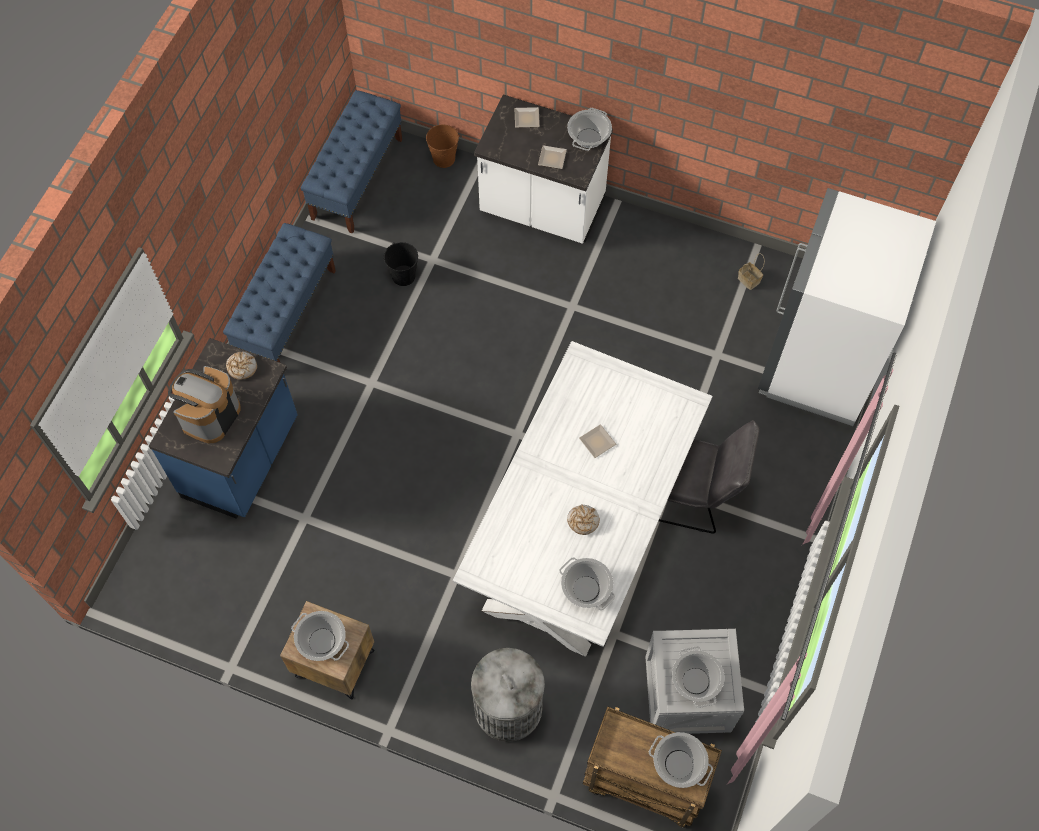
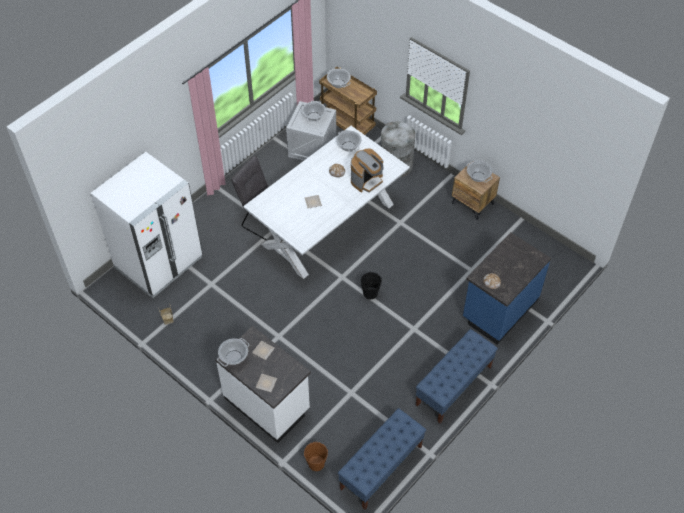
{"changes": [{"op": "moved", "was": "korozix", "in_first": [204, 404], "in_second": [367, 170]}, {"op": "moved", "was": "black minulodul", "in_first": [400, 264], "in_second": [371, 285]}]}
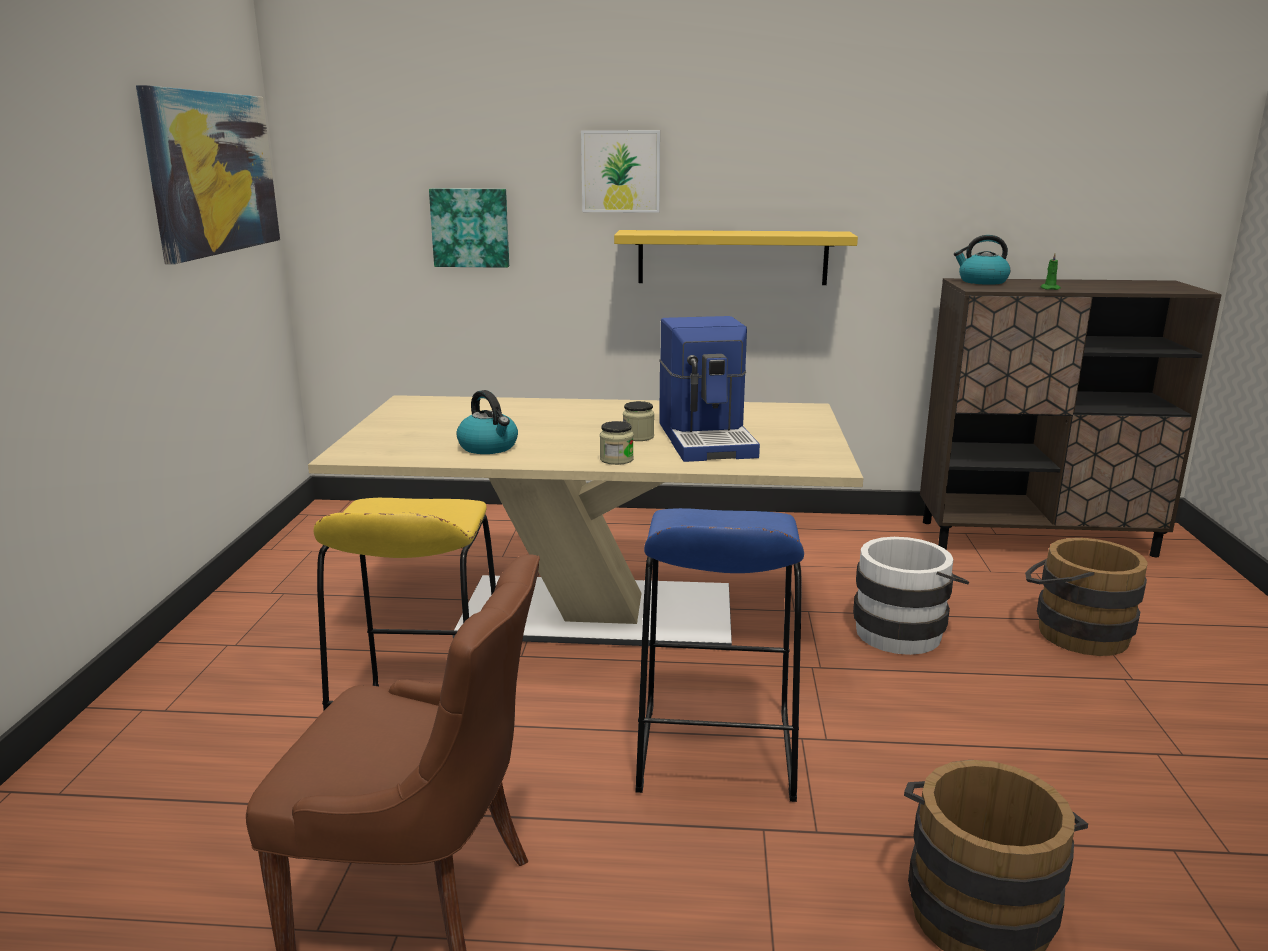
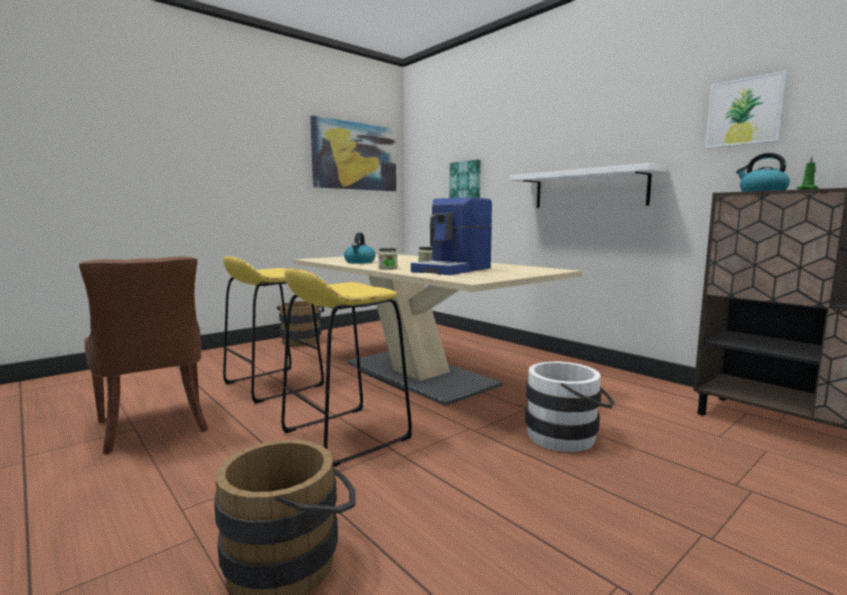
{"changes": [{"op": "moved", "was": "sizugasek", "in_first": [620, 171], "in_second": [746, 109]}, {"op": "moved", "was": "brown minulodul", "in_first": [1086, 597], "in_second": [300, 323]}, {"op": "recoloured", "was": "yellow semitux", "now": "white semitux", "in_first": [736, 257], "in_second": [588, 185]}, {"op": "recoloured", "was": "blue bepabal", "now": "yellow bepabal", "in_first": [720, 655], "in_second": [346, 367]}]}
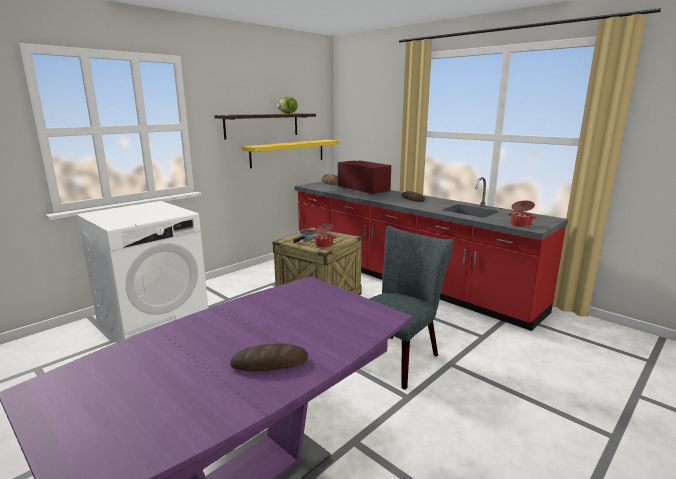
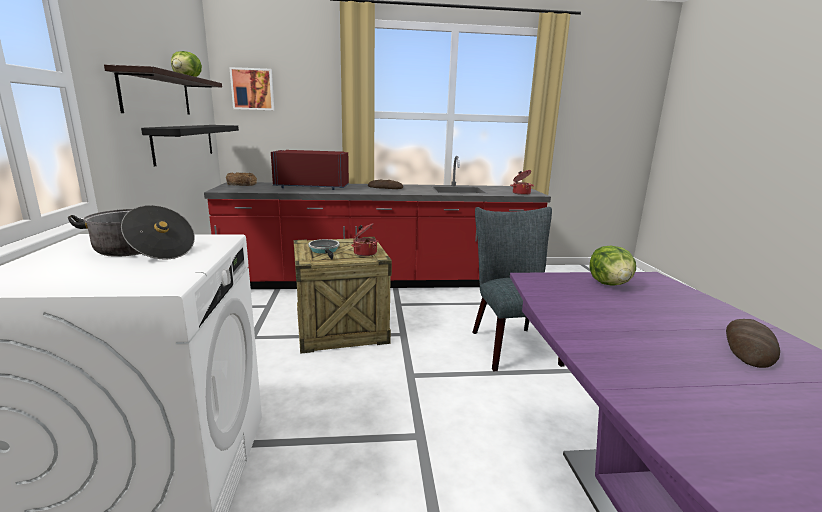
{"changes": [{"op": "added", "now": "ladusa", "in_second": [131, 232]}, {"op": "added", "now": "sizugasek", "in_second": [251, 88]}, {"op": "added", "now": "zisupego", "in_second": [613, 266]}, {"op": "recoloured", "was": "yellow semitux", "now": "black semitux", "in_first": [291, 154], "in_second": [190, 145]}]}
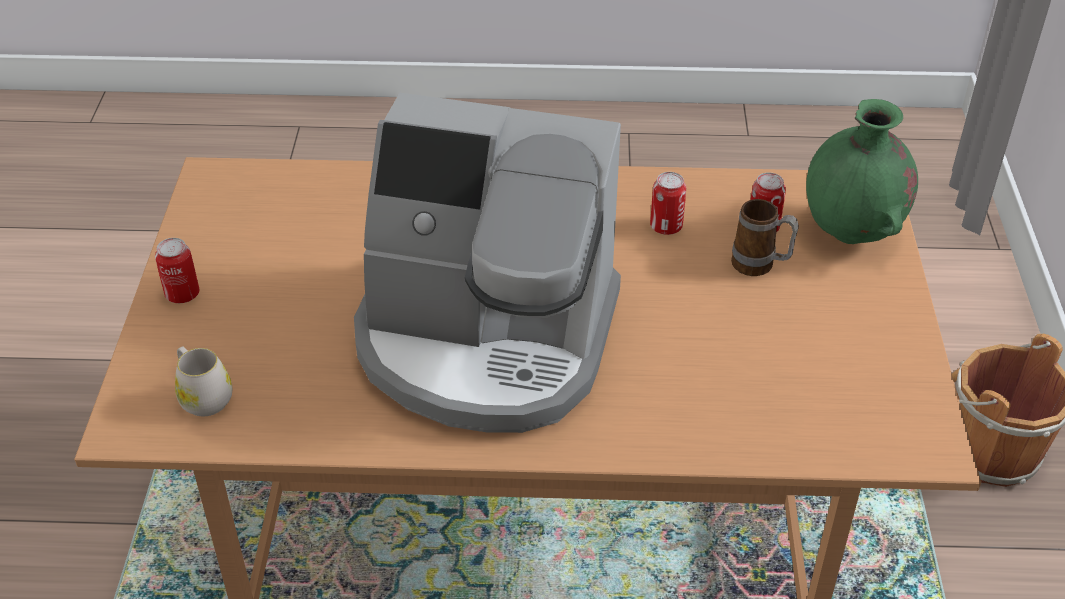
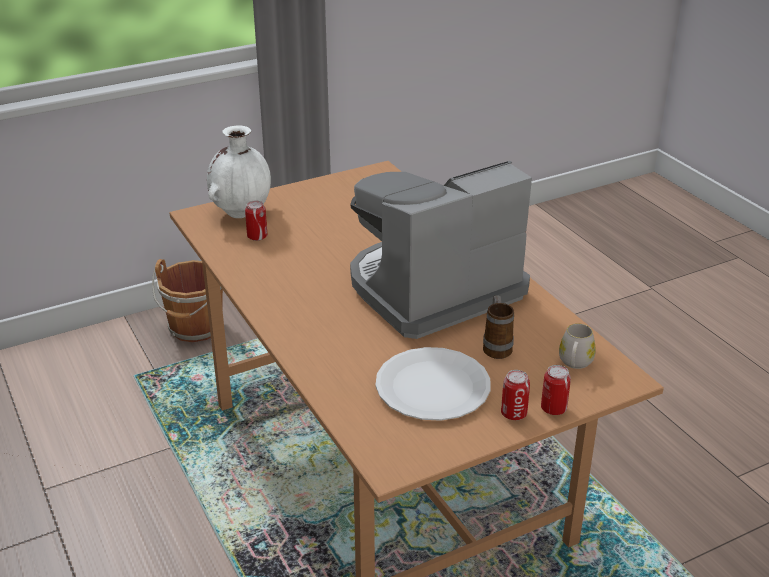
{"changes": [{"op": "added", "now": "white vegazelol", "in_second": [433, 384]}, {"op": "moved", "was": "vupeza", "in_first": [668, 203], "in_second": [556, 390]}, {"op": "moved", "was": "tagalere", "in_first": [765, 237], "in_second": [498, 327]}, {"op": "recoloured", "was": "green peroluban", "now": "white peroluban", "in_first": [862, 171], "in_second": [239, 171]}, {"op": "turned", "was": "korozix", "in_first": [487, 263], "in_second": [441, 250], "clockwise": -105}]}
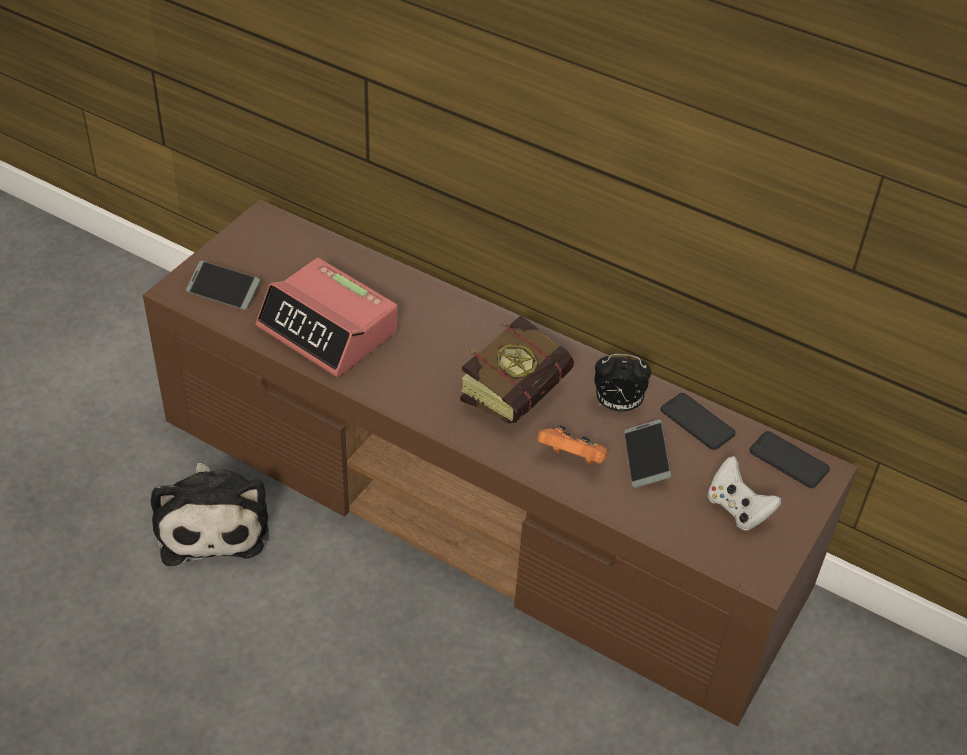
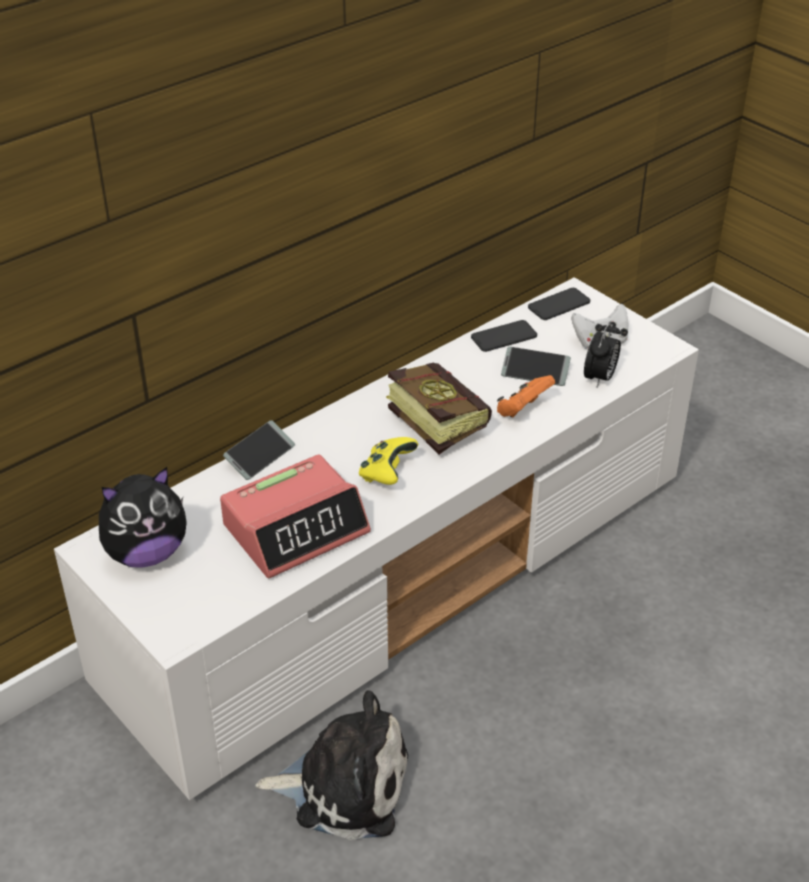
{"changes": [{"op": "added", "now": "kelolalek", "in_second": [143, 517]}, {"op": "added", "now": "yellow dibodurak", "in_second": [388, 461]}, {"op": "moved", "was": "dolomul", "in_first": [223, 285], "in_second": [259, 450]}, {"op": "moved", "was": "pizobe", "in_first": [622, 382], "in_second": [602, 354]}, {"op": "recoloured", "was": "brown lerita", "now": "white lerita", "in_first": [500, 463], "in_second": [376, 538]}]}
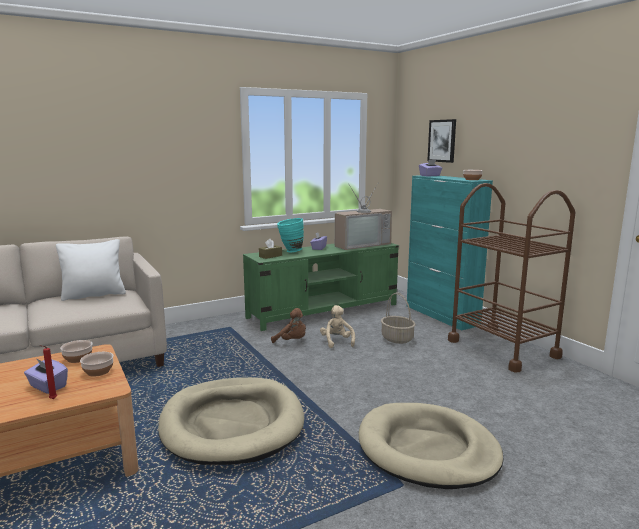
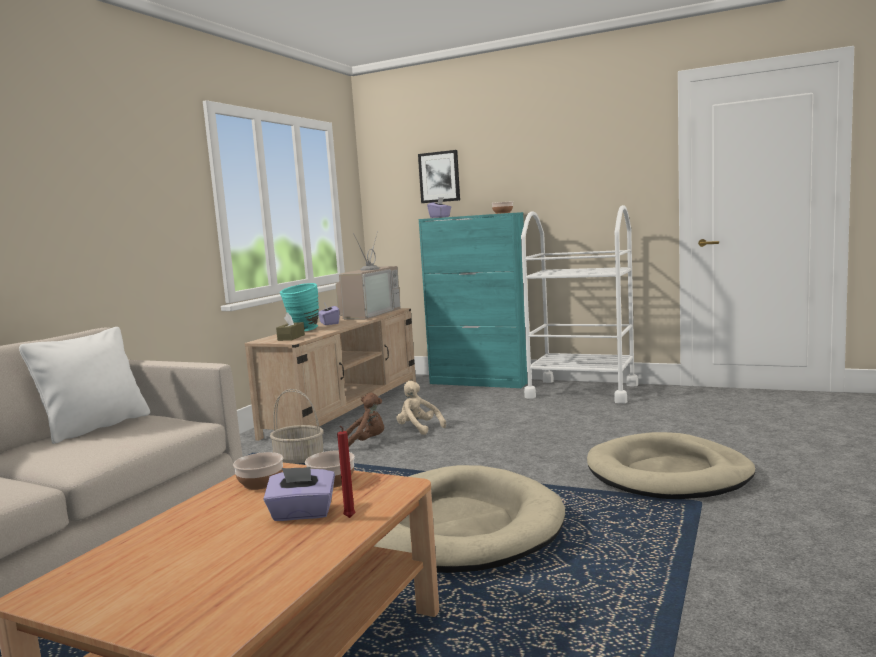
{"changes": [{"op": "moved", "was": "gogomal", "in_first": [398, 318], "in_second": [297, 426]}, {"op": "recoloured", "was": "green lerita", "now": "beige lerita", "in_first": [321, 287], "in_second": [330, 374]}, {"op": "recoloured", "was": "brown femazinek", "now": "white femazinek", "in_first": [512, 278], "in_second": [579, 304]}]}
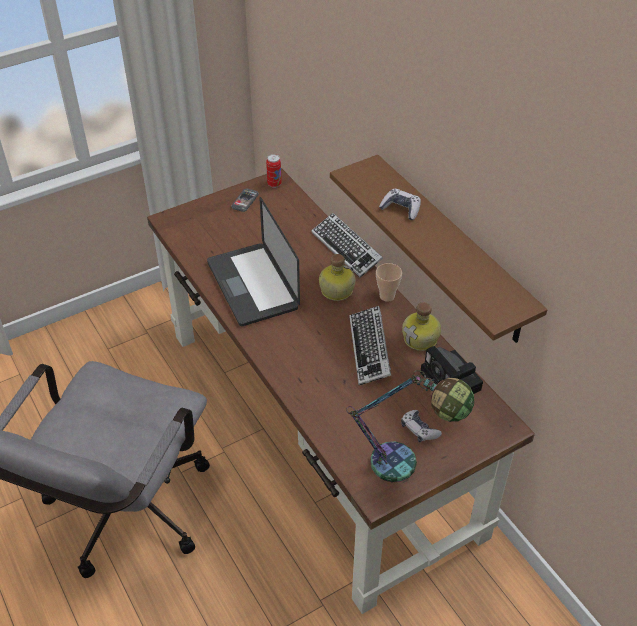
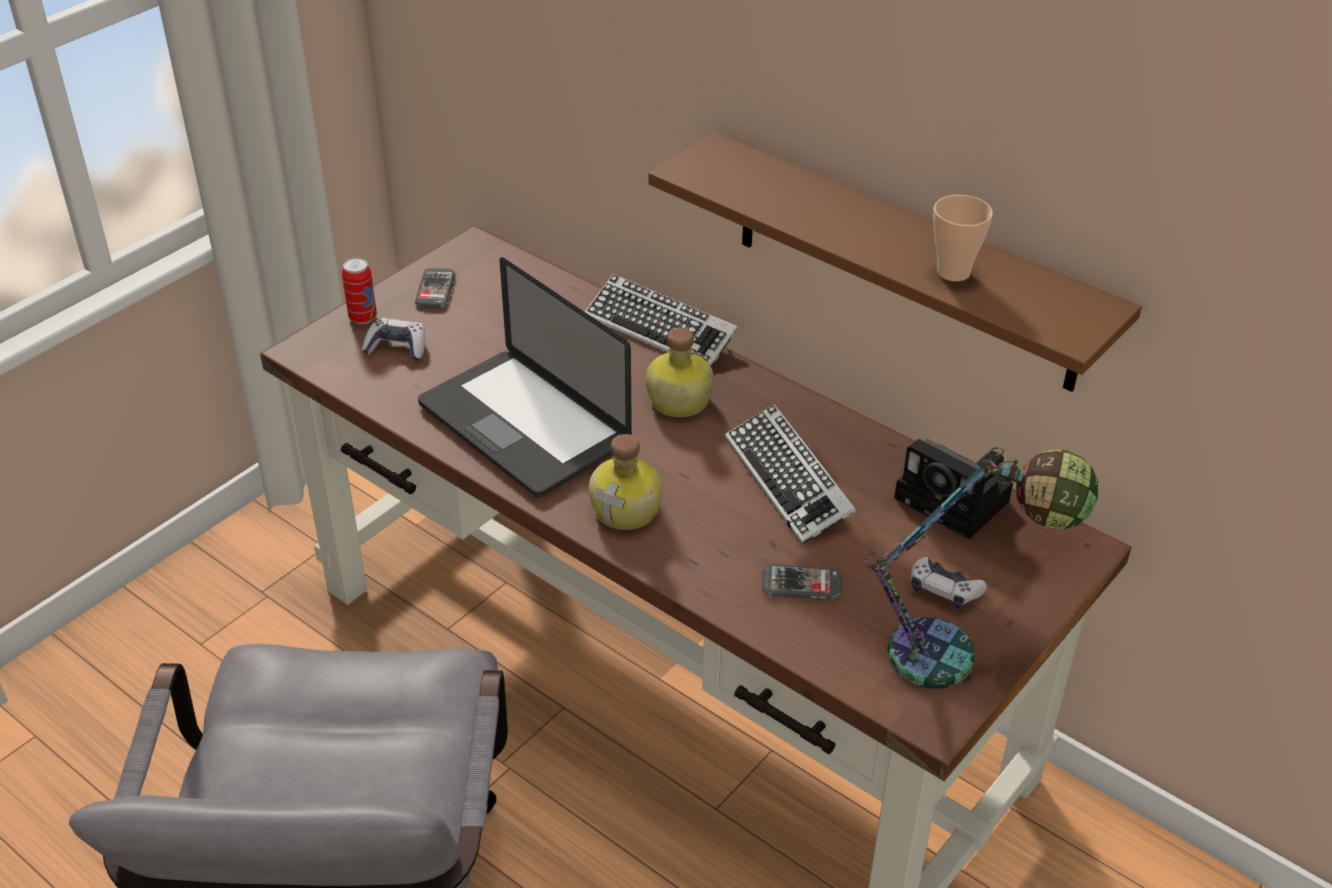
{"changes": [{"op": "added", "now": "dolomul", "in_second": [801, 582]}, {"op": "moved", "was": "vupeza", "in_first": [274, 171], "in_second": [359, 291]}, {"op": "moved", "was": "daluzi", "in_first": [389, 282], "in_second": [963, 238]}, {"op": "moved", "was": "dibodurak", "in_first": [400, 204], "in_second": [393, 339]}, {"op": "moved", "was": "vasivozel", "in_first": [421, 326], "in_second": [626, 482]}]}
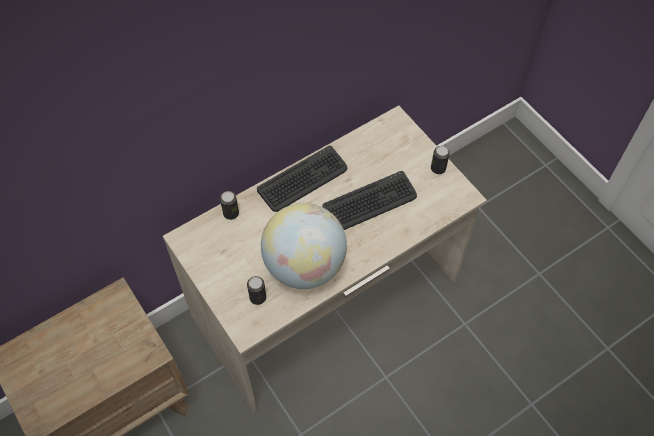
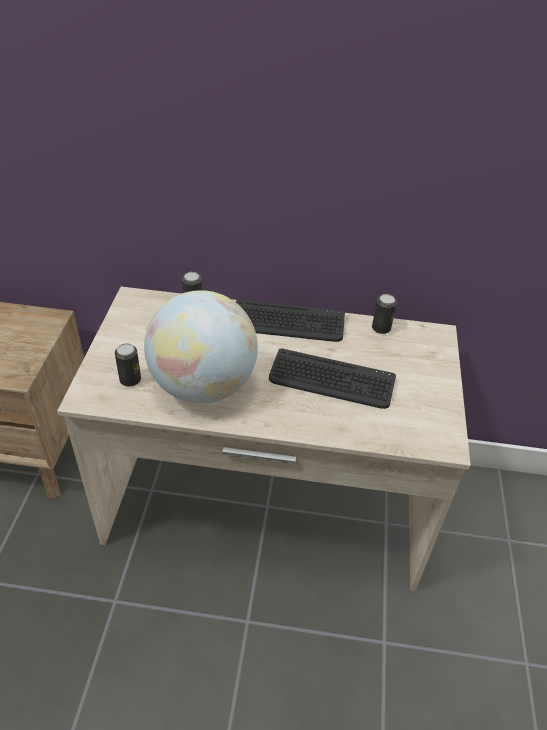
{"changes": [{"op": "moved", "was": "vupeza", "in_first": [440, 160], "in_second": [384, 314]}]}
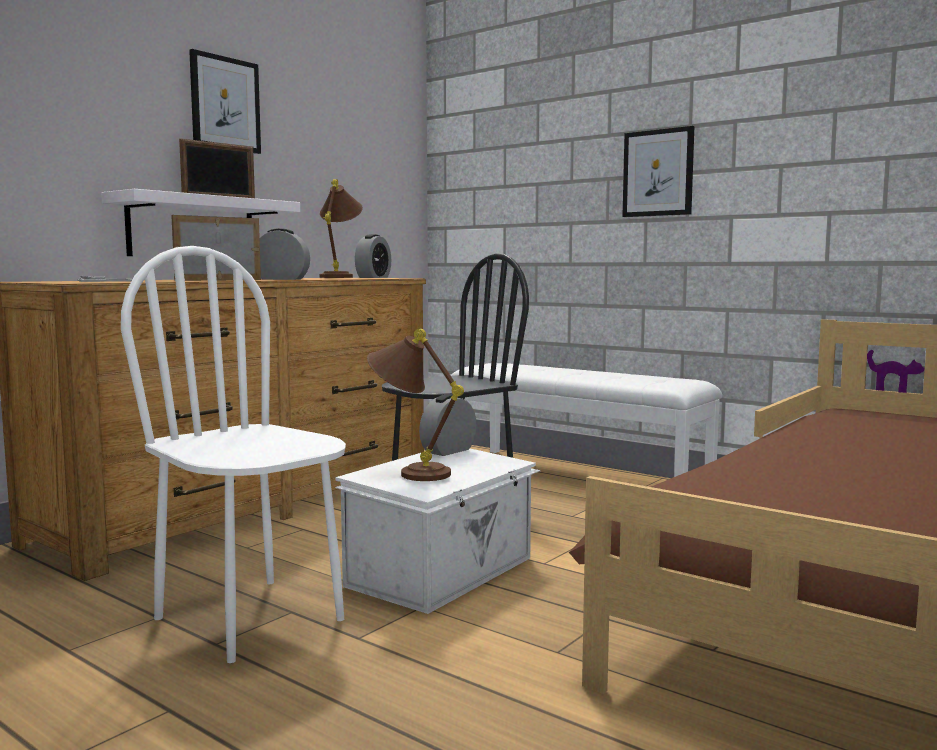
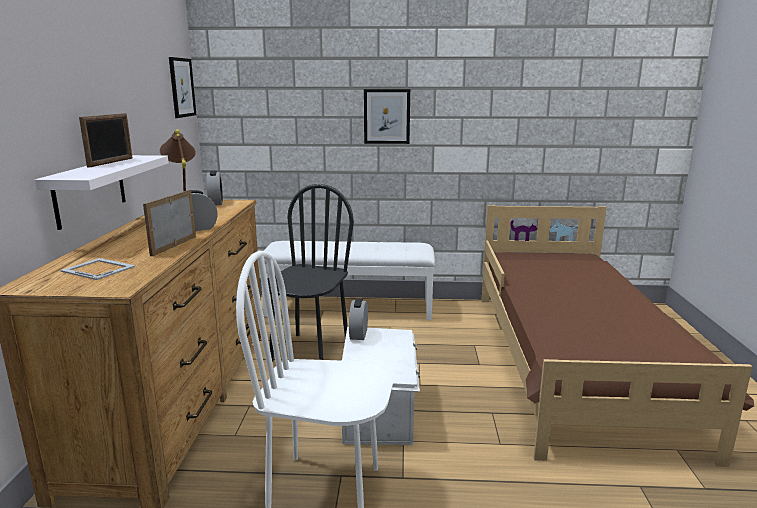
{"changes": [{"op": "removed", "was": "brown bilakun", "in_first": [415, 405]}, {"op": "moved", "was": "sizugasek", "in_first": [225, 101], "in_second": [182, 87]}]}
